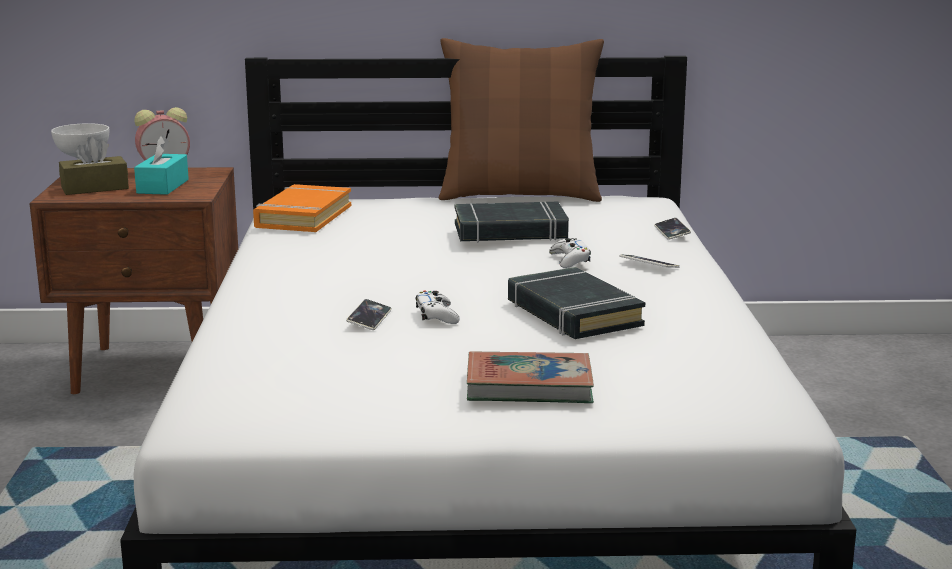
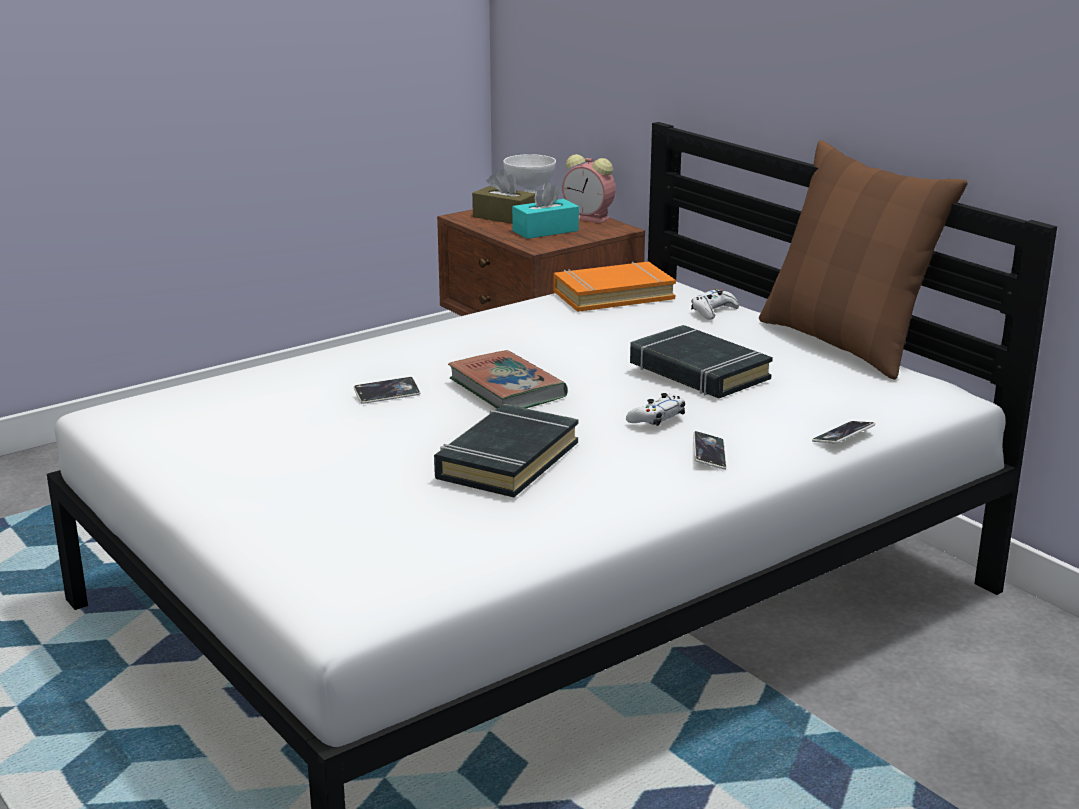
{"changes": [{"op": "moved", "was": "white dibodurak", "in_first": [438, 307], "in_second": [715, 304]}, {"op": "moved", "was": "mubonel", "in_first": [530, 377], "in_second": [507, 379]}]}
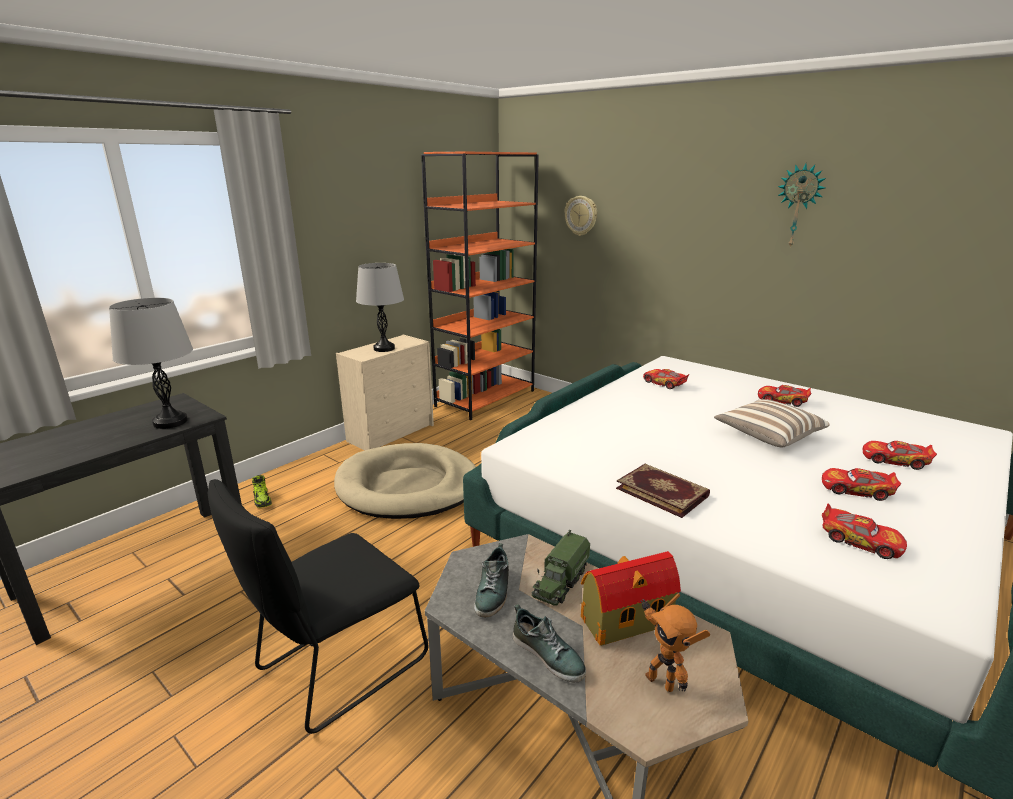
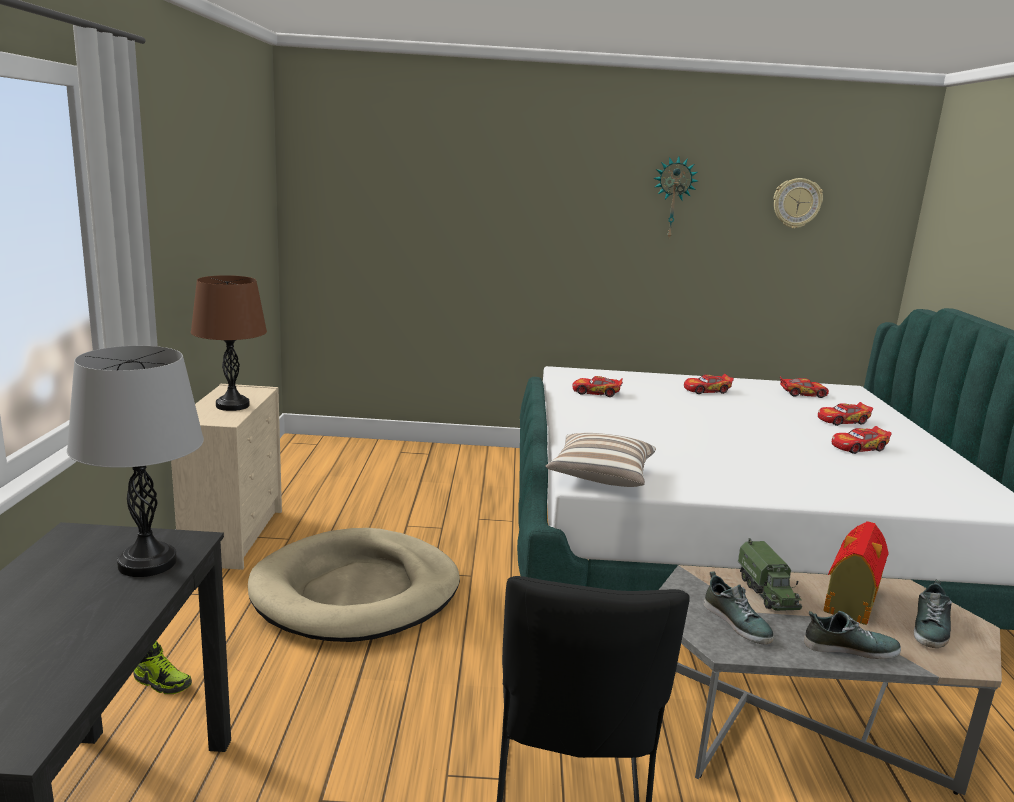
{"changes": [{"op": "removed", "was": "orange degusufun", "in_first": [480, 286]}, {"op": "removed", "was": "mubonel", "in_first": [663, 491]}, {"op": "moved", "was": "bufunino", "in_first": [580, 216], "in_second": [798, 203]}, {"op": "moved", "was": "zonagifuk", "in_first": [772, 423], "in_second": [601, 460]}, {"op": "moved", "was": "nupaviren", "in_first": [864, 531], "in_second": [804, 387]}, {"op": "replaced", "was": "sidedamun", "now": "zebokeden", "in_first": [675, 642], "in_second": [933, 614]}, {"op": "recoloured", "was": "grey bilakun", "now": "brown bilakun", "in_first": [380, 307], "in_second": [229, 343]}]}
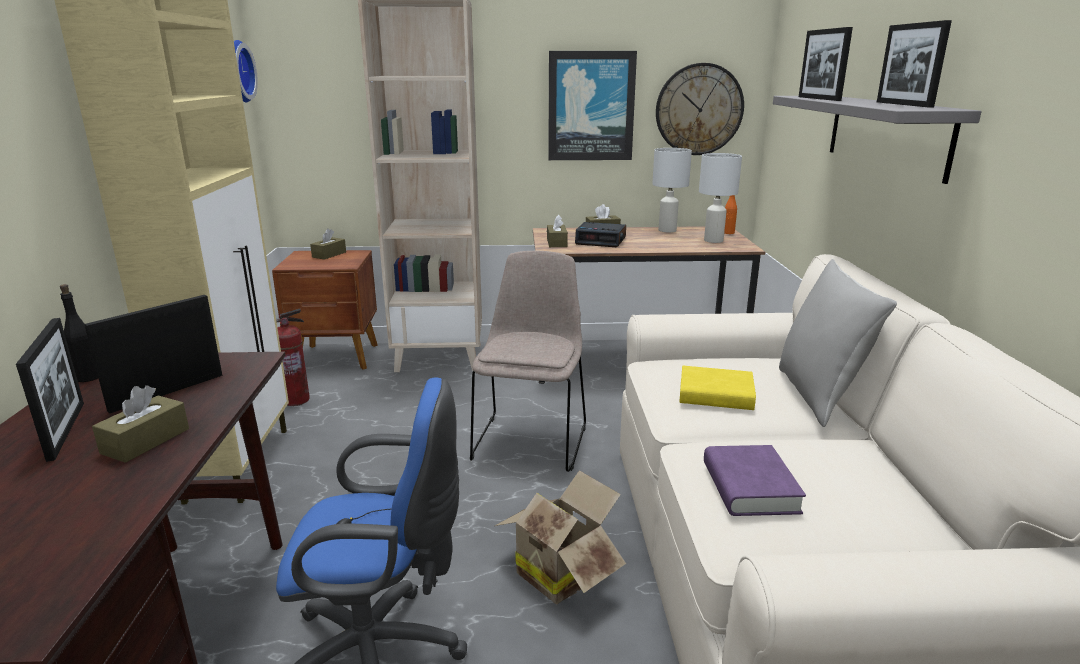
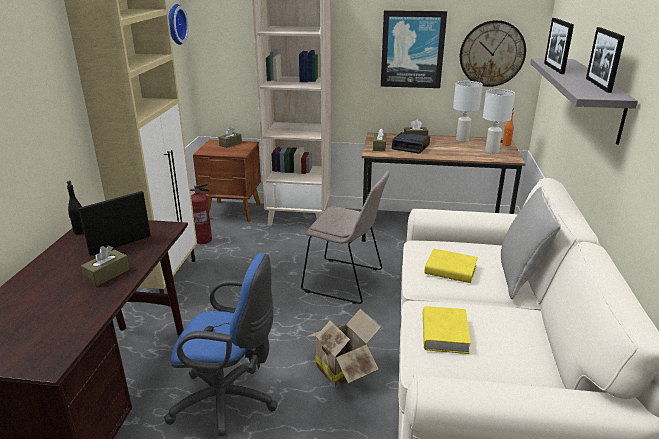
{"changes": [{"op": "removed", "was": "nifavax", "in_first": [50, 390]}, {"op": "recoloured", "was": "purple mubonel", "now": "yellow mubonel", "in_first": [755, 480], "in_second": [447, 330]}, {"op": "turned", "was": "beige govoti", "in_first": [528, 361], "in_second": [345, 237], "clockwise": 90}]}
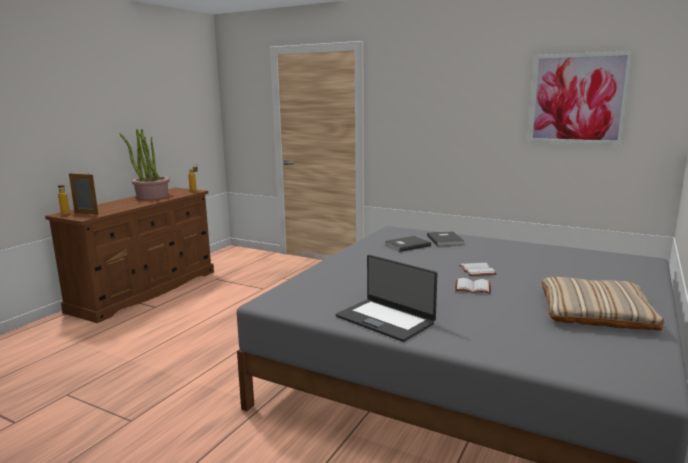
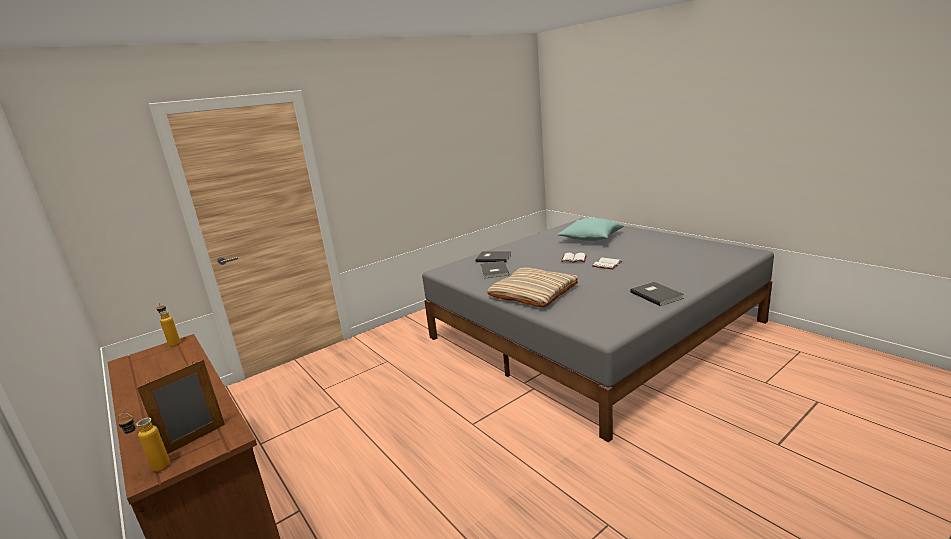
{"changes": [{"op": "removed", "was": "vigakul", "in_first": [145, 164]}, {"op": "removed", "was": "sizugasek", "in_first": [580, 98]}, {"op": "added", "now": "turquoise zonagifuk", "in_second": [590, 229]}, {"op": "moved", "was": "beige zonagifuk", "in_first": [603, 304], "in_second": [532, 287]}, {"op": "replaced", "was": "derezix", "now": "grey mubonel", "in_first": [387, 298], "in_second": [657, 294]}]}
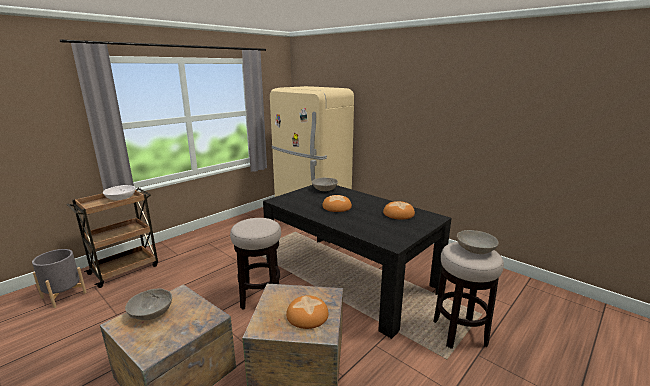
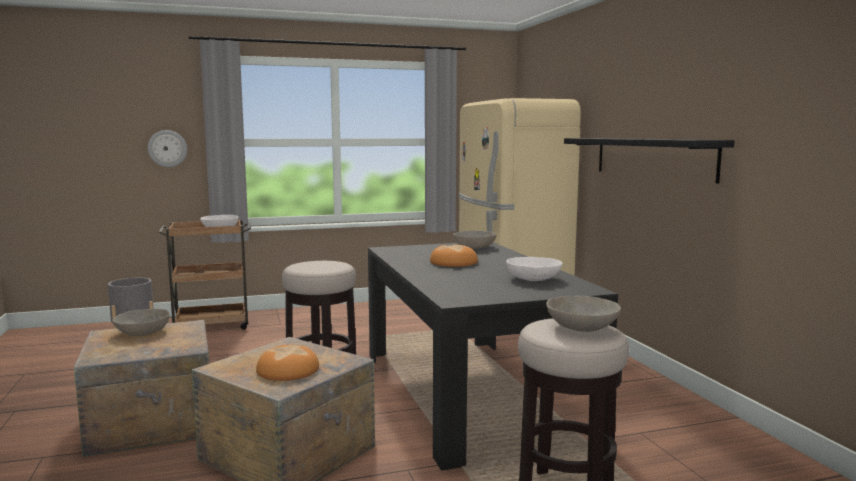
{"changes": [{"op": "added", "now": "bufunino", "in_second": [167, 148]}, {"op": "added", "now": "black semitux", "in_second": [649, 161]}, {"op": "replaced", "was": "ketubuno", "now": "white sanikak", "in_first": [399, 210], "in_second": [534, 269]}]}
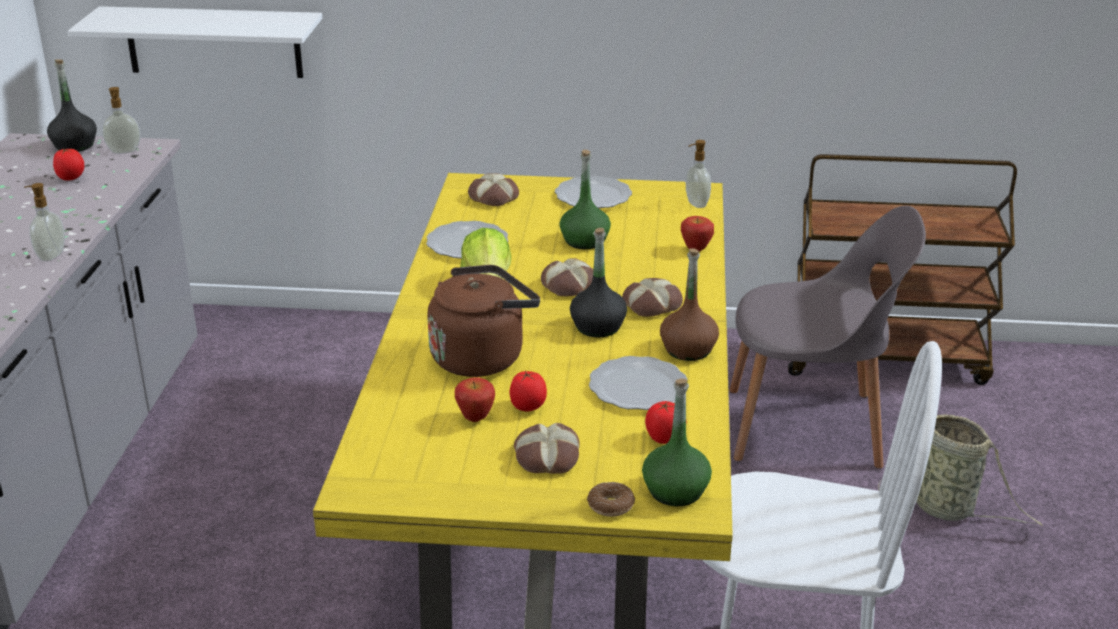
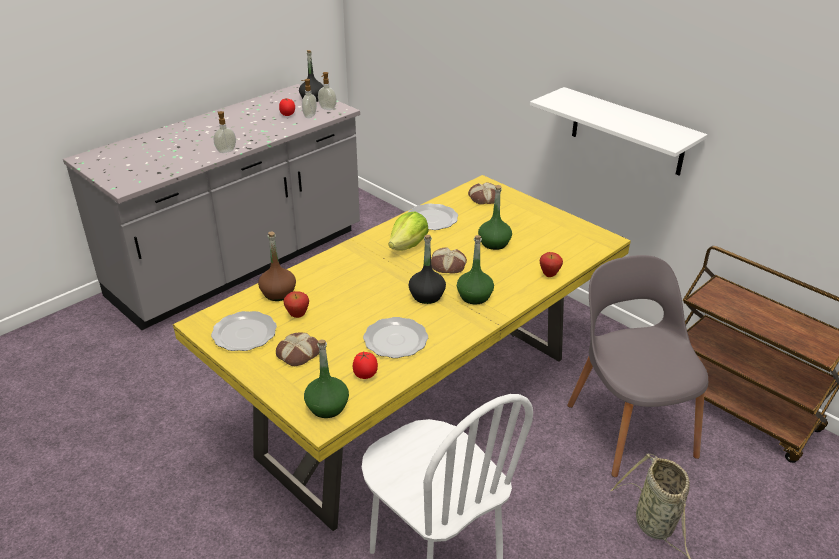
{"changes": [{"op": "removed", "was": "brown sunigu", "in_first": [483, 321]}, {"op": "removed", "was": "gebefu", "in_first": [528, 390]}, {"op": "removed", "was": "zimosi", "in_first": [611, 499]}, {"op": "moved", "was": "white semitux", "in_first": [195, 42], "in_second": [619, 131]}, {"op": "moved", "was": "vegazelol", "in_first": [593, 192], "in_second": [244, 331]}, {"op": "moved", "was": "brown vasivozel", "in_first": [689, 305], "in_second": [277, 266]}, {"op": "moved", "was": "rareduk", "in_first": [698, 174], "in_second": [309, 98]}, {"op": "replaced", "was": "ketubuno", "now": "green vasivozel", "in_first": [652, 297], "in_second": [475, 269]}, {"op": "turned", "was": "grey govoti", "in_first": [827, 337], "in_second": [637, 366], "clockwise": -150}]}
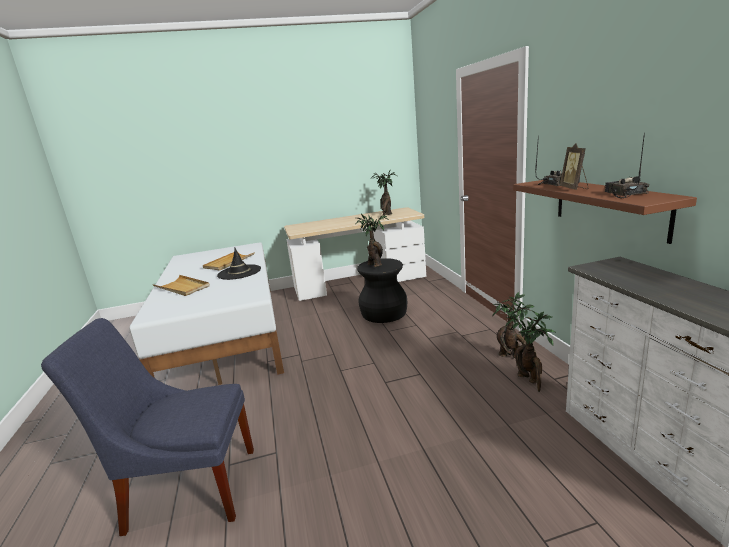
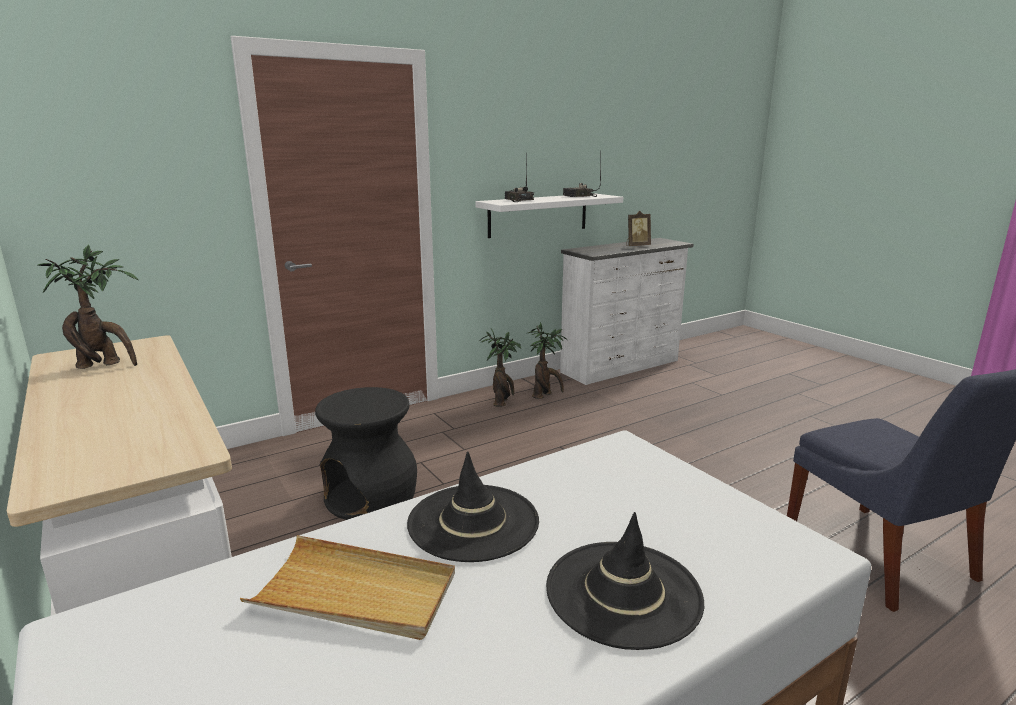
{"changes": [{"op": "removed", "was": "vigakul", "in_first": [372, 240]}, {"op": "moved", "was": "nifavax", "in_first": [574, 166], "in_second": [638, 228]}, {"op": "replaced", "was": "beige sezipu", "now": "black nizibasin", "in_first": [181, 285], "in_second": [625, 581]}, {"op": "recoloured", "was": "brown semitux", "now": "white semitux", "in_first": [605, 212], "in_second": [549, 216]}]}
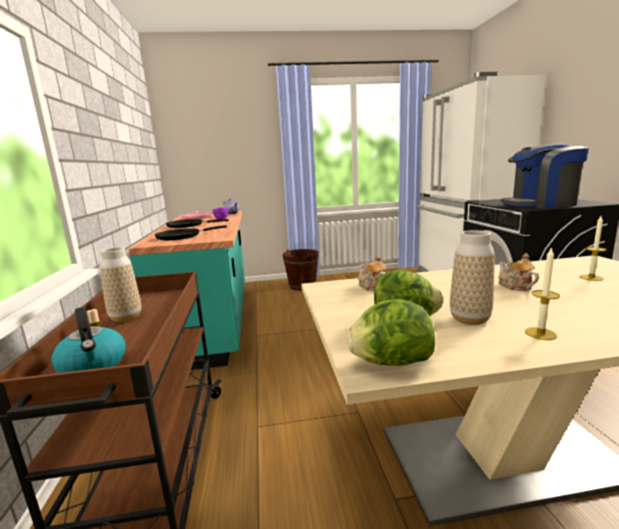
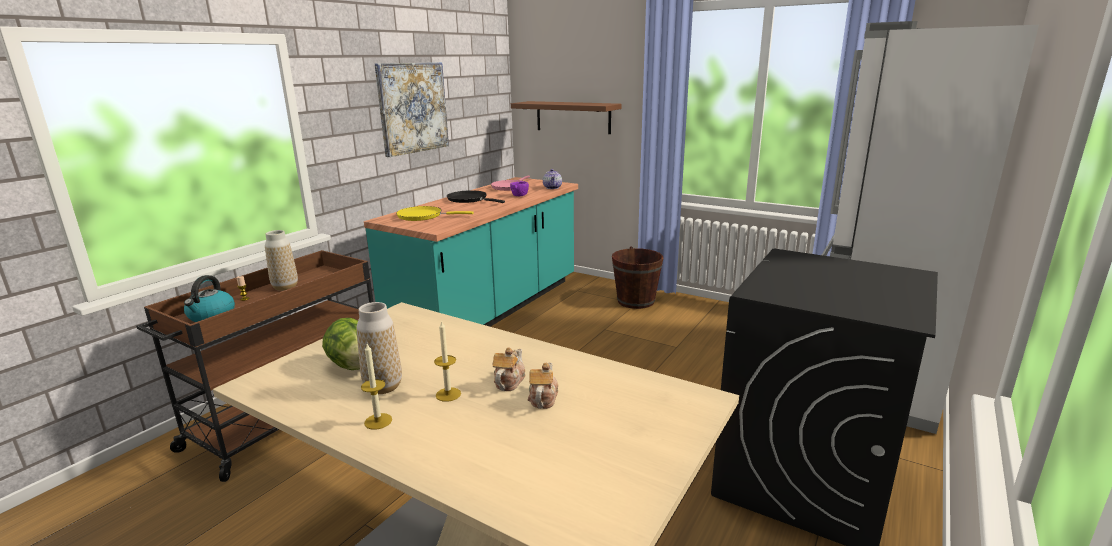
{"changes": [{"op": "removed", "was": "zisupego", "in_first": [391, 332]}, {"op": "removed", "was": "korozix", "in_first": [545, 175]}, {"op": "added", "now": "sizugasek", "in_second": [412, 109]}, {"op": "added", "now": "brown semitux", "in_second": [566, 117]}, {"op": "moved", "was": "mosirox", "in_first": [372, 273], "in_second": [543, 385]}, {"op": "moved", "was": "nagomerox", "in_first": [593, 248], "in_second": [447, 361]}, {"op": "recoloured", "was": "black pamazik", "now": "yellow pamazik", "in_first": [191, 232], "in_second": [435, 213]}]}
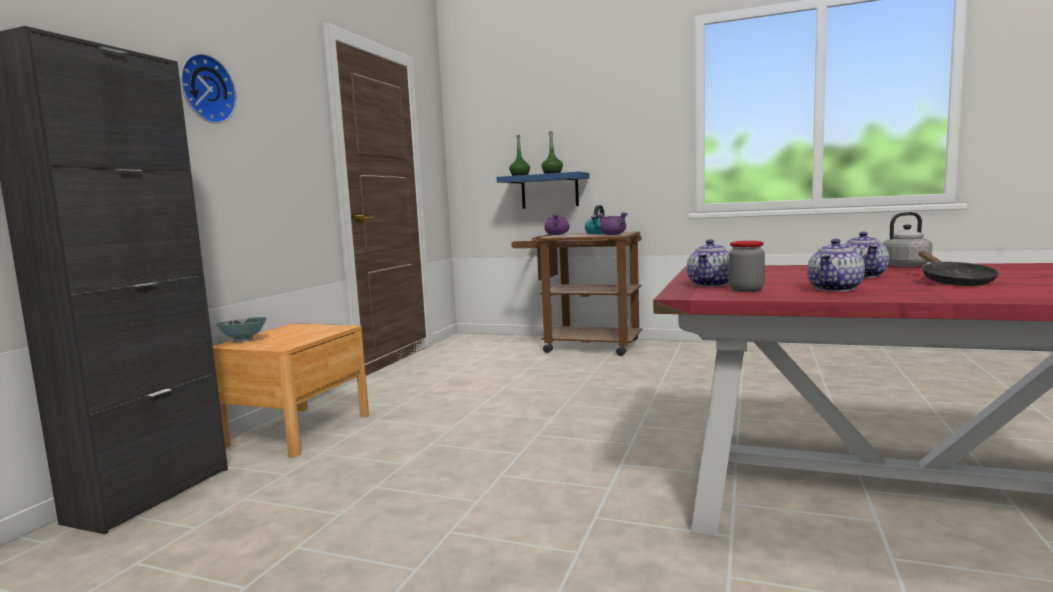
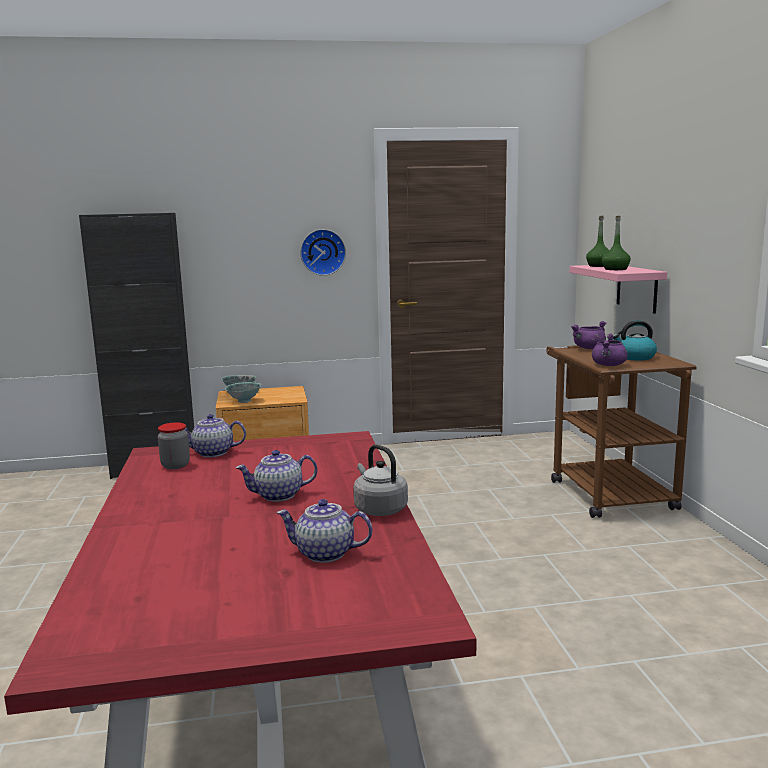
{"changes": [{"op": "removed", "was": "black pamazik", "in_first": [958, 268]}, {"op": "added", "now": "sanikak", "in_second": [243, 392]}, {"op": "moved", "was": "bufunino", "in_first": [208, 88], "in_second": [323, 252]}, {"op": "moved", "was": "mosirox", "in_first": [836, 265], "in_second": [324, 531]}, {"op": "recoloured", "was": "blue semitux", "now": "pink semitux", "in_first": [543, 190], "in_second": [618, 289]}]}
